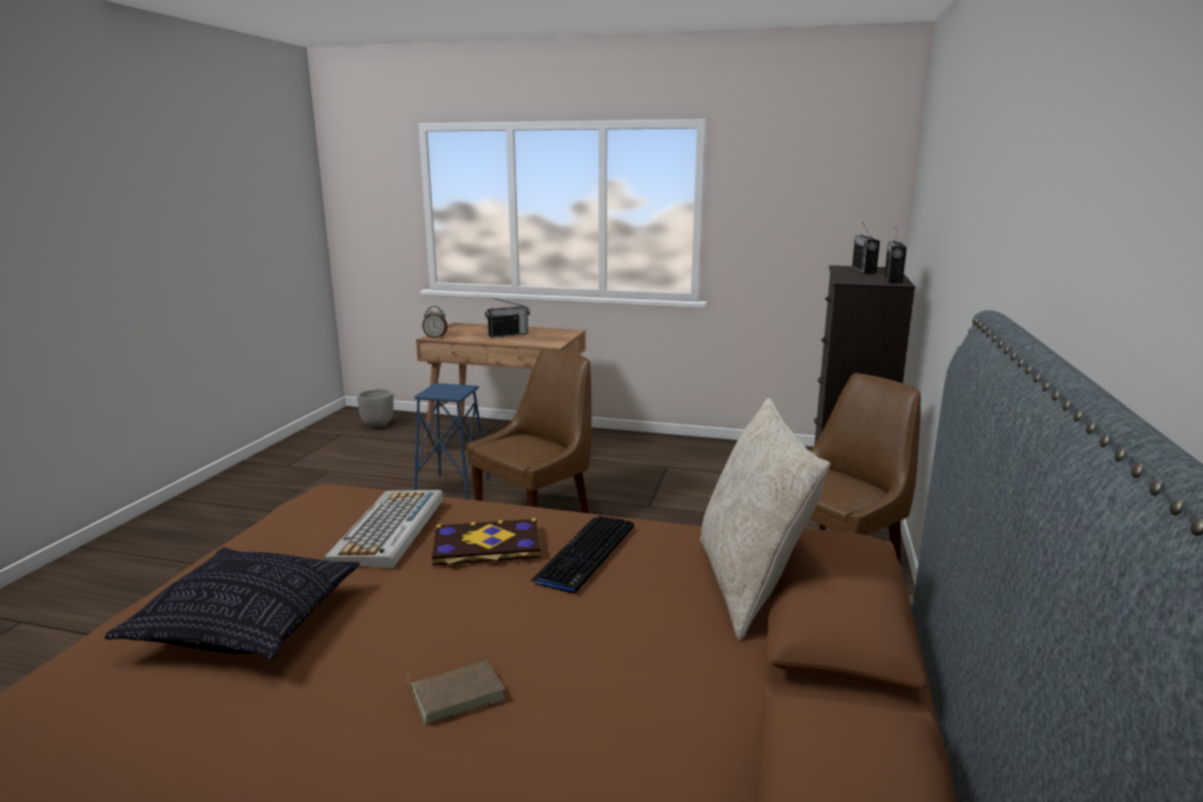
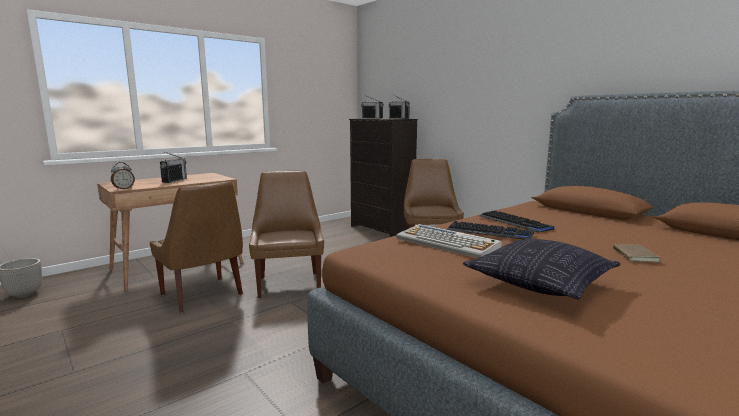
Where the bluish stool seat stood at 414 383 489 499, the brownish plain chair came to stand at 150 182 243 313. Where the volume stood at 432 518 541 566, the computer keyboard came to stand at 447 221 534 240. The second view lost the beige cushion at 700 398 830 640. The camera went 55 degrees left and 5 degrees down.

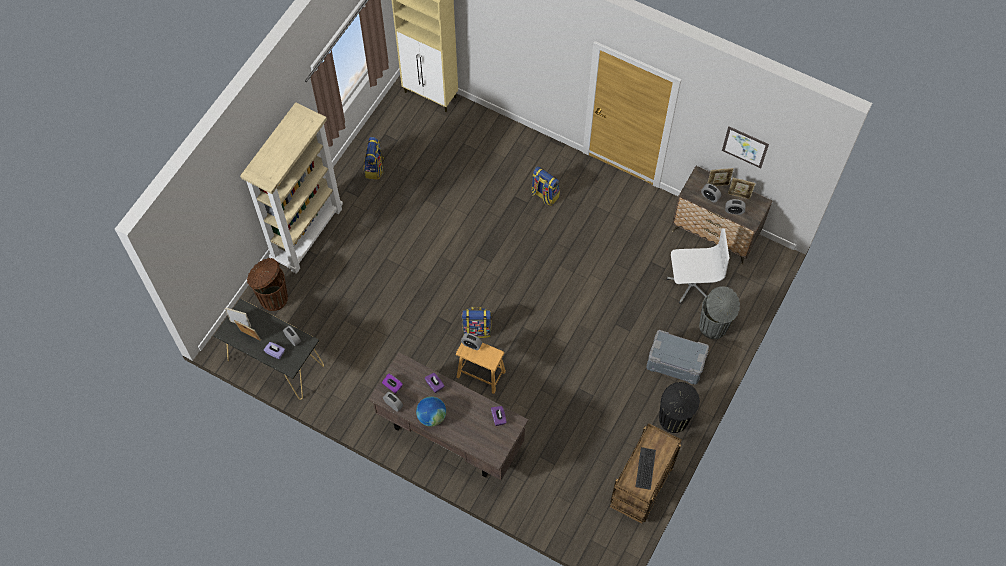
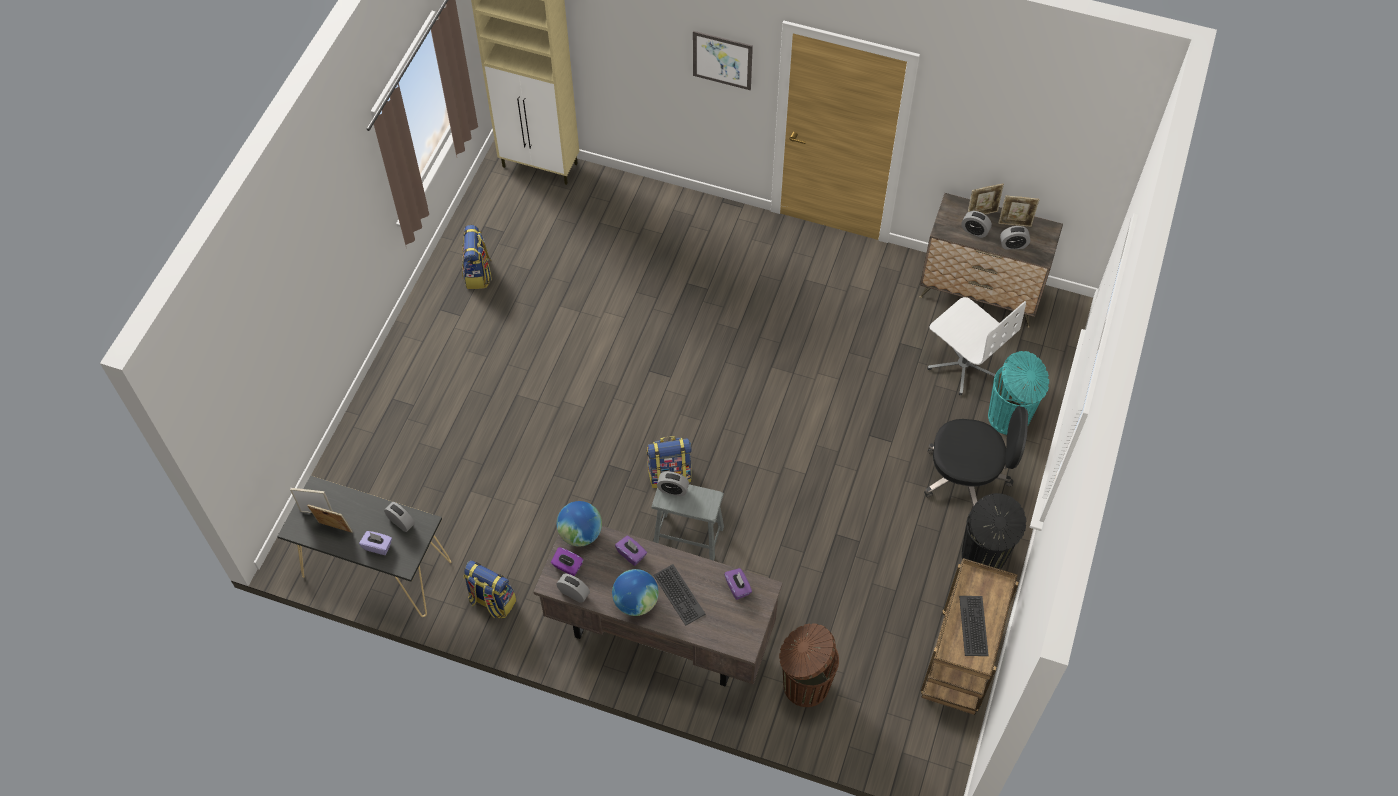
The second view lost the beige bookshelf at 240 102 343 274. The brownish rubbish bin ended up elsewhere, having gone from 247 258 288 311 to 779 623 839 707. What was the brownish stool seat at 456 342 506 394 turned into the grey stool seat at 652 484 724 561. The rucksack ended up elsewhere, having gone from 531 166 560 206 to 463 560 516 619. Where the grey storage bin stood at 646 330 709 384, the blackish desk chair came to stand at 924 406 1028 507. The white desk chair at 667 228 730 304 ended up facing another way, 60 degrees clockwise from before. What was the grey rubbish bin at 699 286 740 339 turned into the turquoise-coloured rubbish bin at 988 351 1049 435. The wall art ended up elsewhere, having gone from 722 126 769 168 to 693 31 753 90. The second view gained the desk globe at 557 501 602 547. The second view gained the computer keyboard at 653 564 706 626. The camera went 10 degrees left and 5 degrees down.

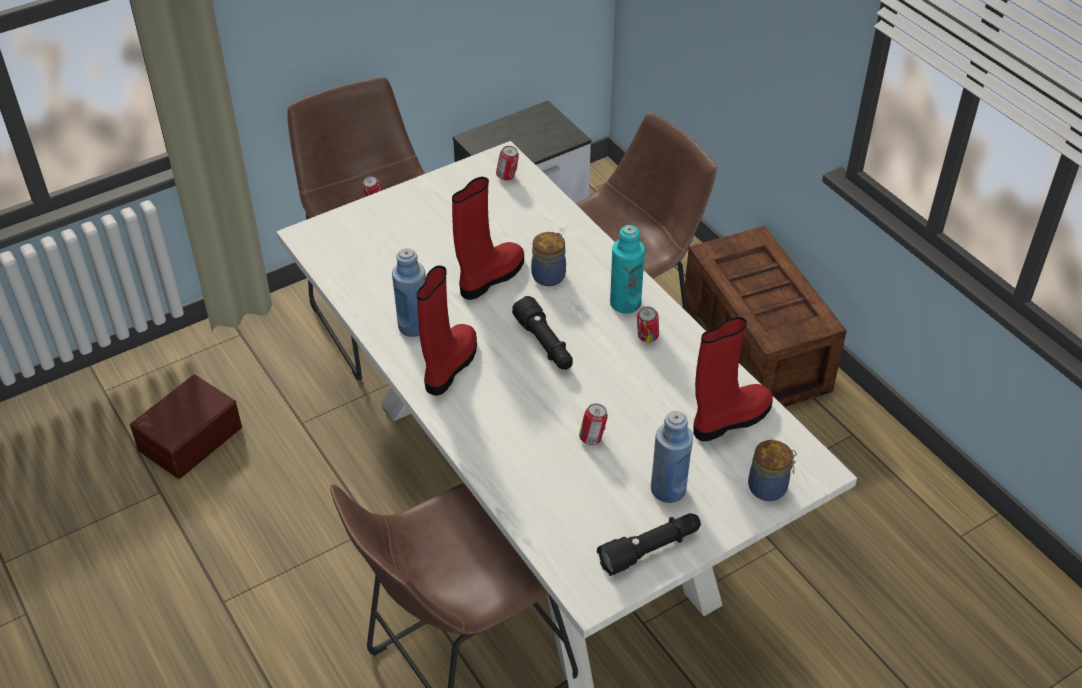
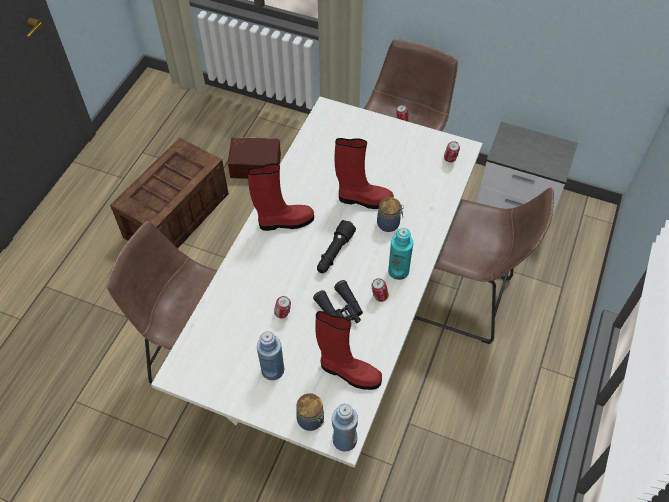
The bluish drink bottle ended up elsewhere, having gone from 392 248 426 337 to 332 404 358 452. The second view lost the blackish flashlight at 597 514 701 576. The crate ended up elsewhere, having gone from 682 226 847 407 to 110 138 229 249. The second view gained the blackish binoculars at 313 280 363 323. The camera went 55 degrees right and 10 degrees up.

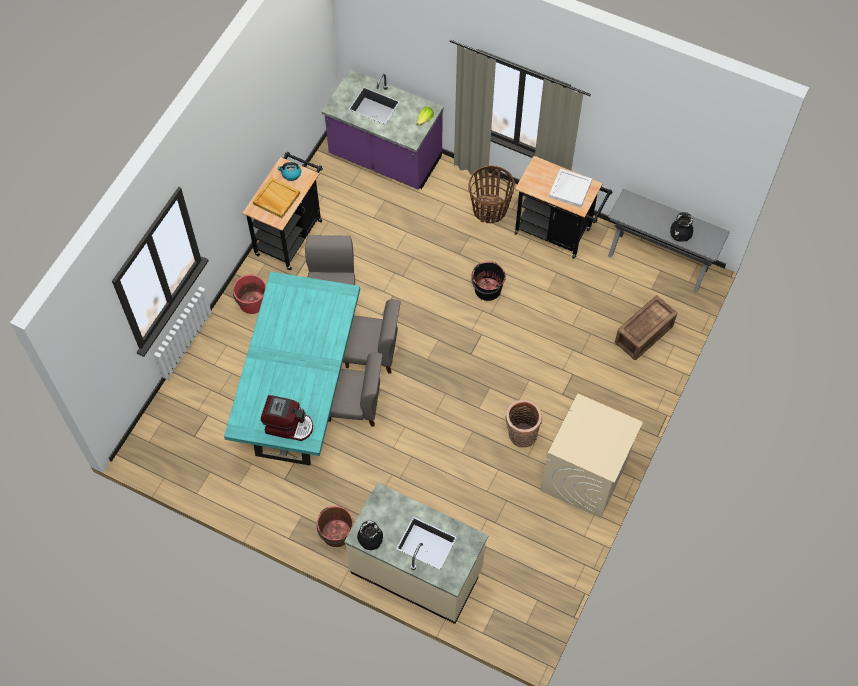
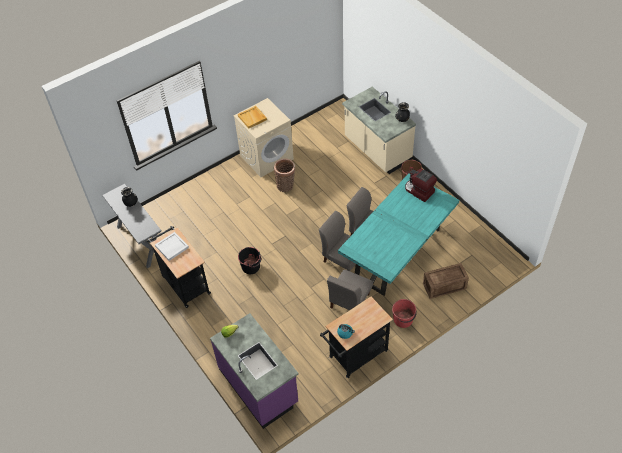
The beige carrying tray ended up elsewhere, having gone from 253 177 300 218 to 238 106 267 129. The second view lost the household basket at 468 165 515 223. The crate ended up elsewhere, having gone from 615 295 677 360 to 423 263 469 299. The camera went 150 degrees left and 10 degrees down.

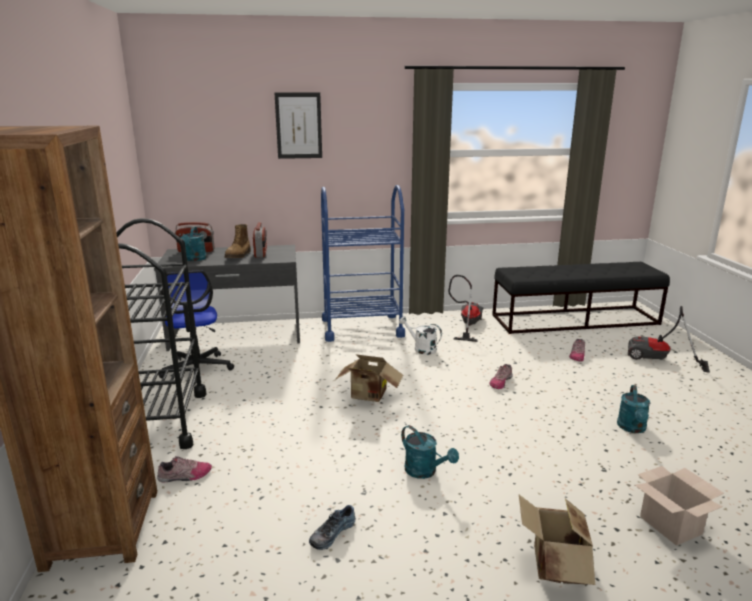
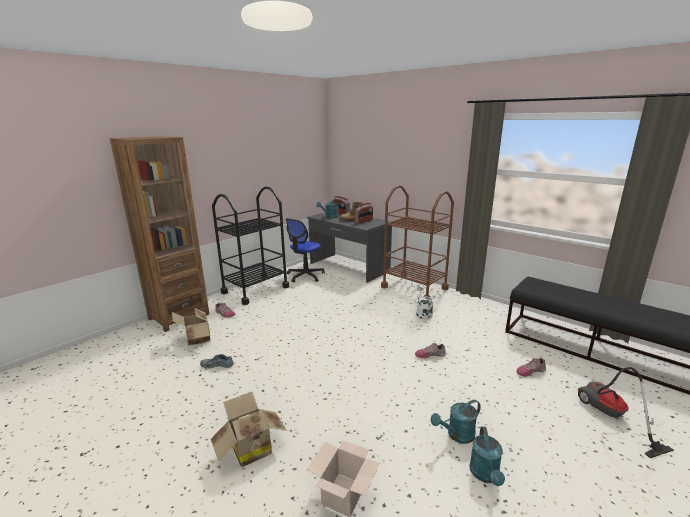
The second view lost the wall art at 275 93 322 159. What was the bluish trolley at 321 185 405 342 turned into the brownish trolley at 381 185 454 297. The packing box ended up elsewhere, having gone from 335 354 403 402 to 172 308 210 345. The turquoise-coloured sprinkling can ended up elsewhere, having gone from 401 425 459 479 to 469 426 505 486. The second view lost the vacuum at 448 275 483 342. The camera went 50 degrees right and 0 degrees up.

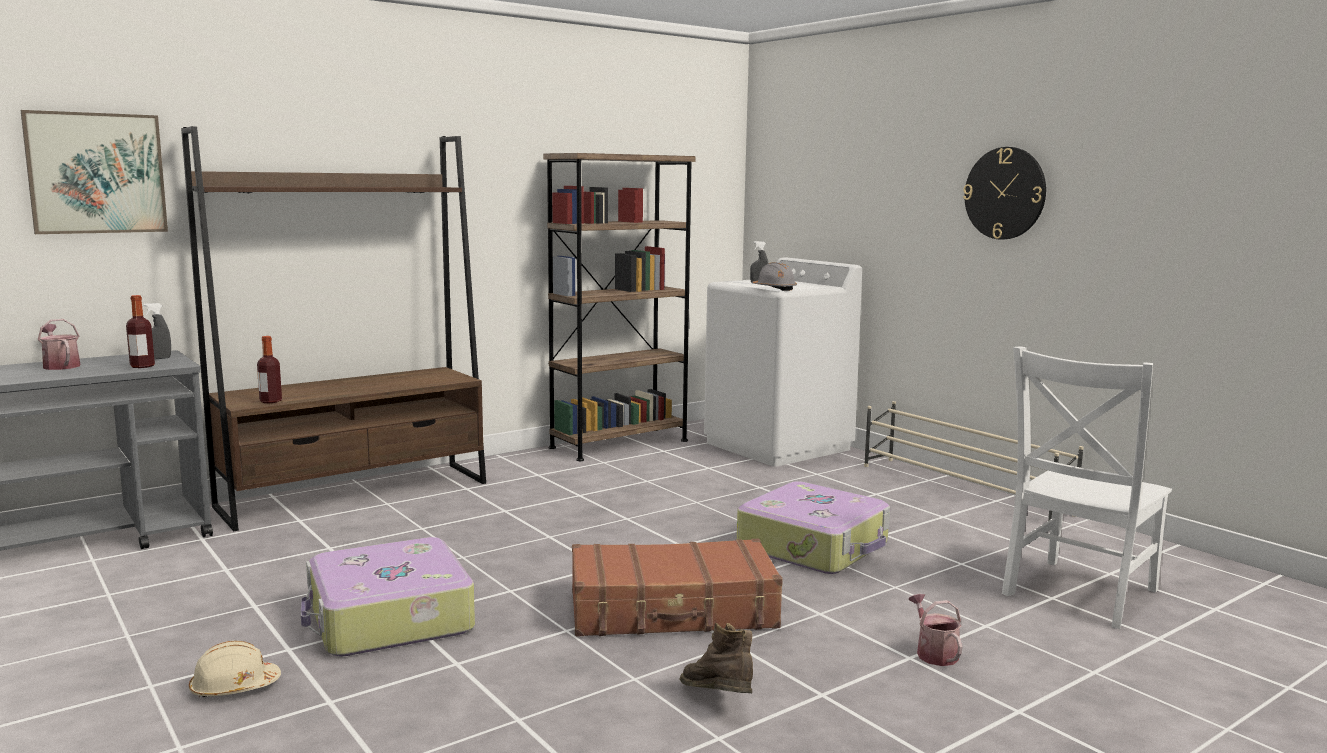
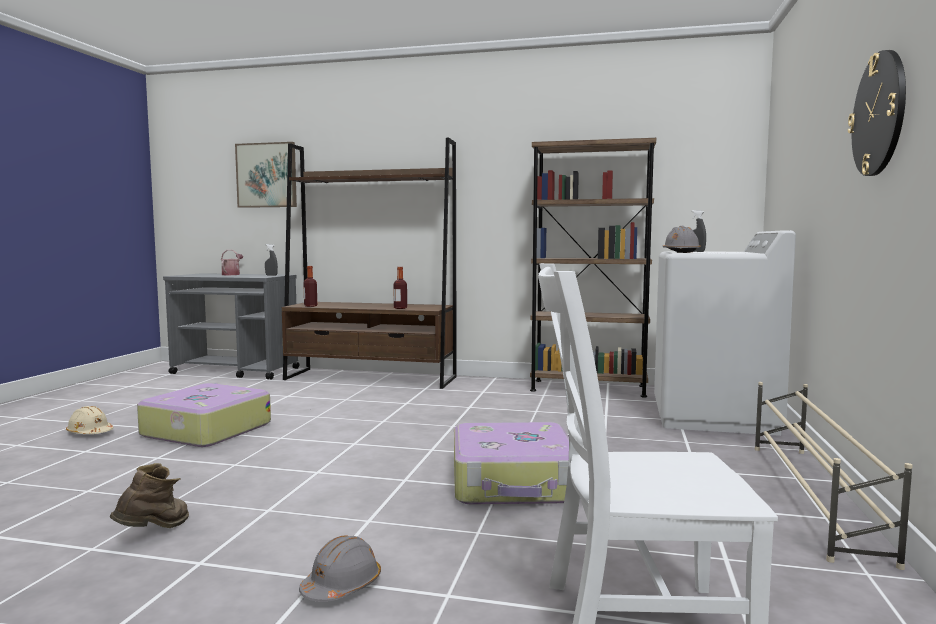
The drink bottle ended up elsewhere, having gone from 126 295 155 368 to 394 267 407 309. The second view lost the brownish travel case at 572 539 783 637. Where the sprinkling can stood at 909 594 962 666, the grey hard hat came to stand at 299 535 381 602. The camera went 50 degrees right and 5 degrees down.

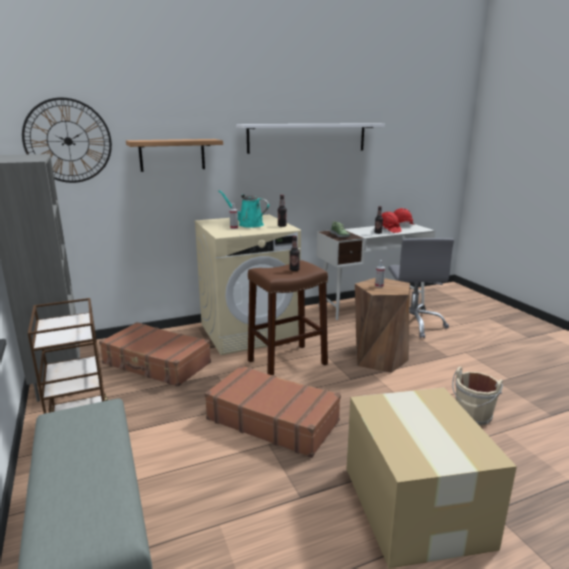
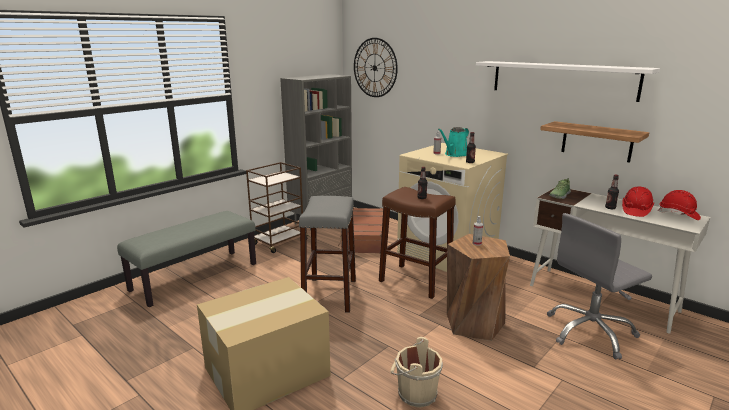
The bracket shelf ended up elsewhere, having gone from 126 139 223 172 to 540 121 649 162. Where the brownish travel case stood at 205 365 341 458, the grey stool seat came to stand at 299 196 356 313. The turquoise-coloured sprinkling can at 218 190 269 228 ended up facing another way, 135 degrees counterclockwise from before. The camera went 65 degrees right and 0 degrees up.

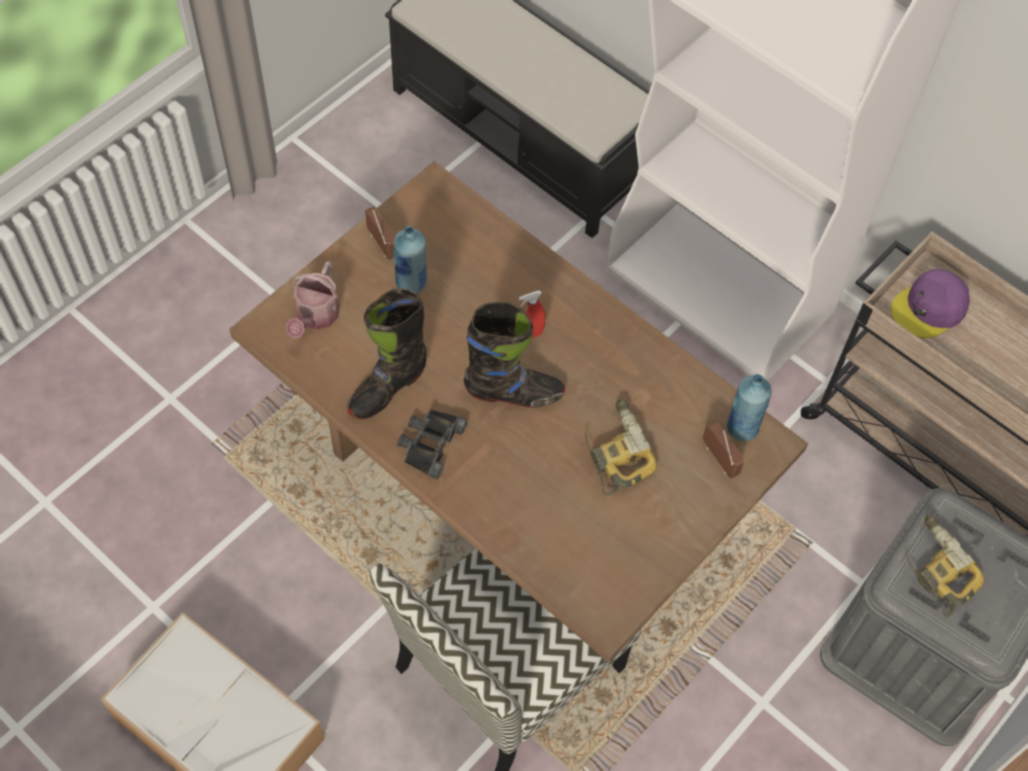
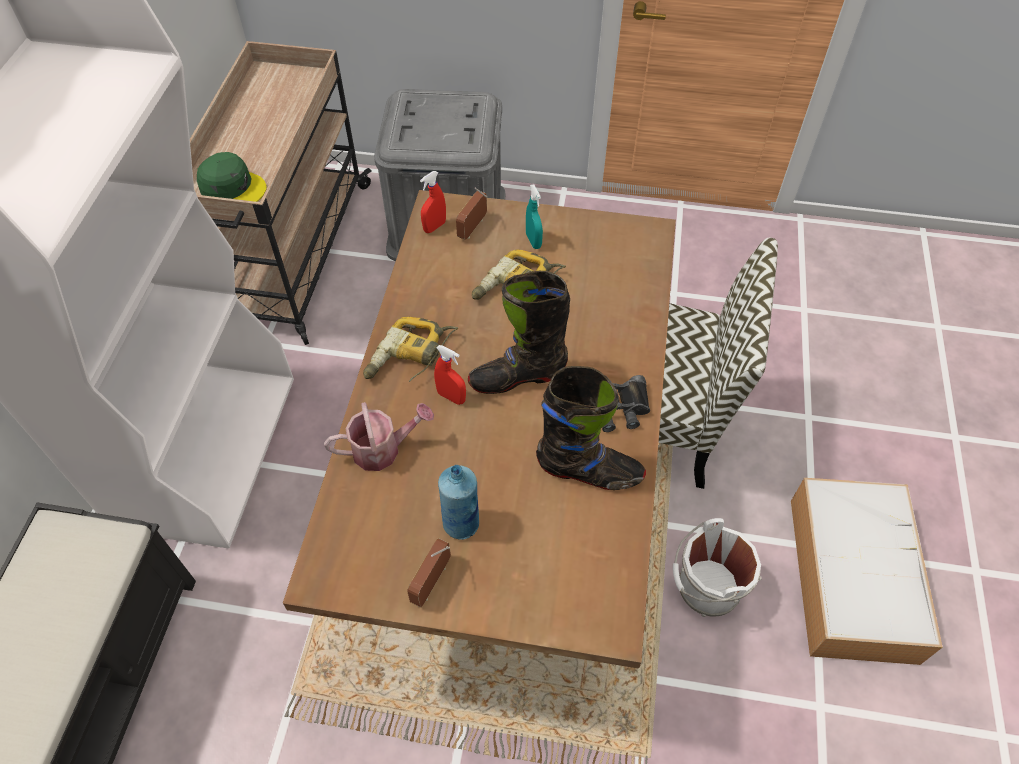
The sprinkling can ended up elsewhere, having gone from 286 261 339 338 to 324 402 434 471. The blackish high-top boot at 463 302 565 408 ended up facing another way, 75 degrees counterclockwise from before. Where the bluish drink bottle stood at 727 374 772 441, the red spray bottle came to stand at 420 171 446 233. What was the purple-coloured cap at 891 269 970 338 turned into the green-coloured cap at 197 152 267 202. The electric drill ended up elsewhere, having gone from 903 515 984 618 to 363 317 458 382. The second view gained the turquoise-coloured spray bottle at 526 184 543 249. The second view gained the white pail at 673 518 762 617. The camera went 120 degrees left and 5 degrees down.

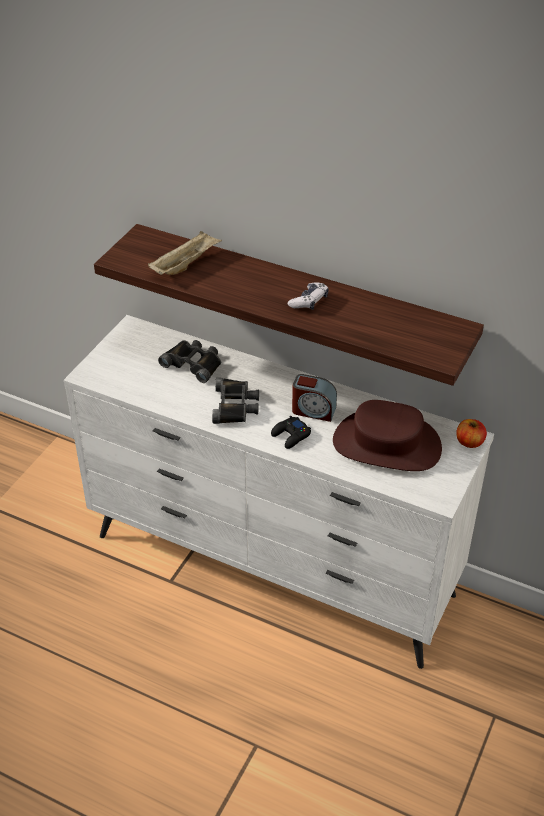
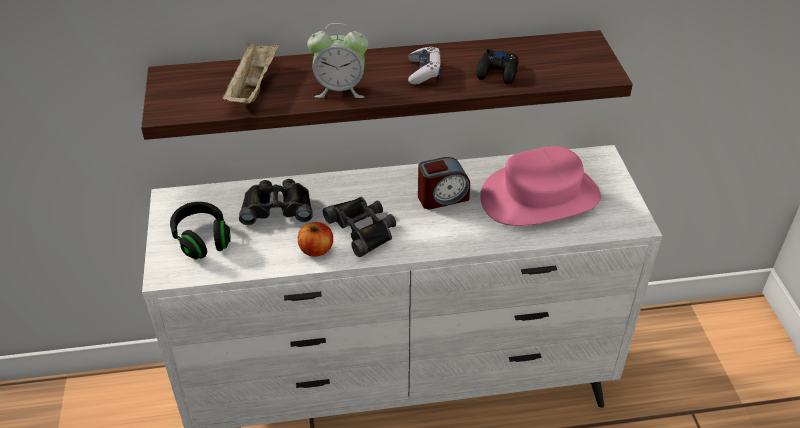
The blackish gamepad ended up elsewhere, having gone from 271 416 311 449 to 476 49 519 84. What was the brownish clothing hat at 333 400 442 471 turned into the pinkish clothing hat at 480 146 601 226. The apple ended up elsewhere, having gone from 456 419 487 448 to 298 222 333 257. The second view gained the blackish headset at 170 202 231 259. The second view gained the alarm clock at 307 23 368 98. The camera went 35 degrees left and 0 degrees up.

